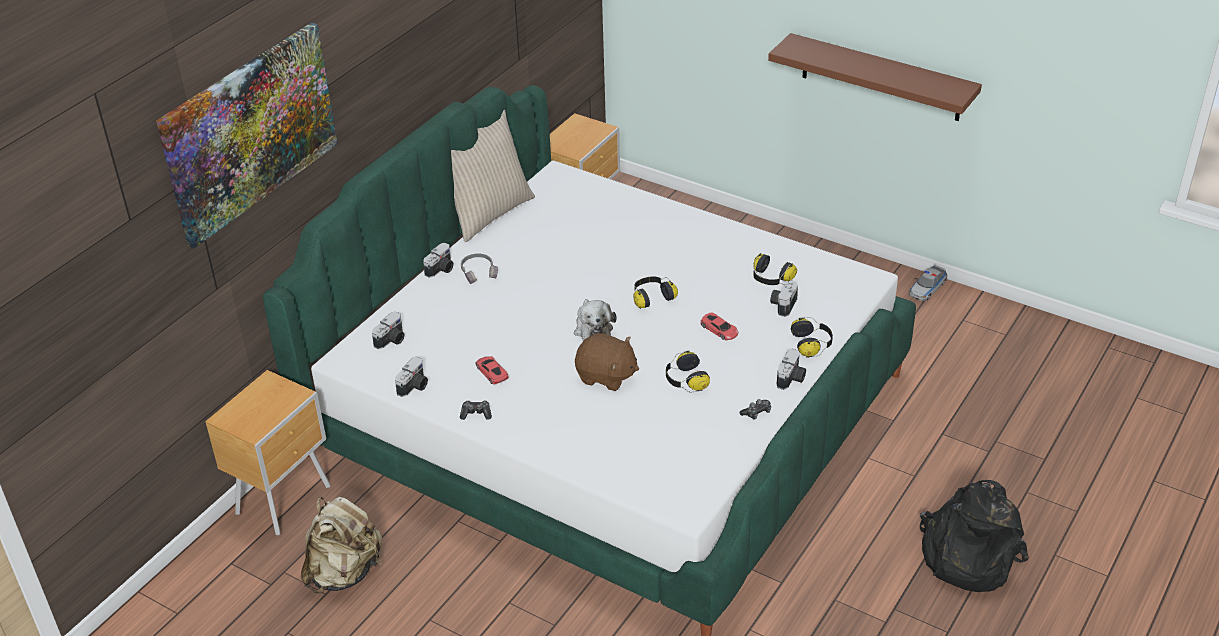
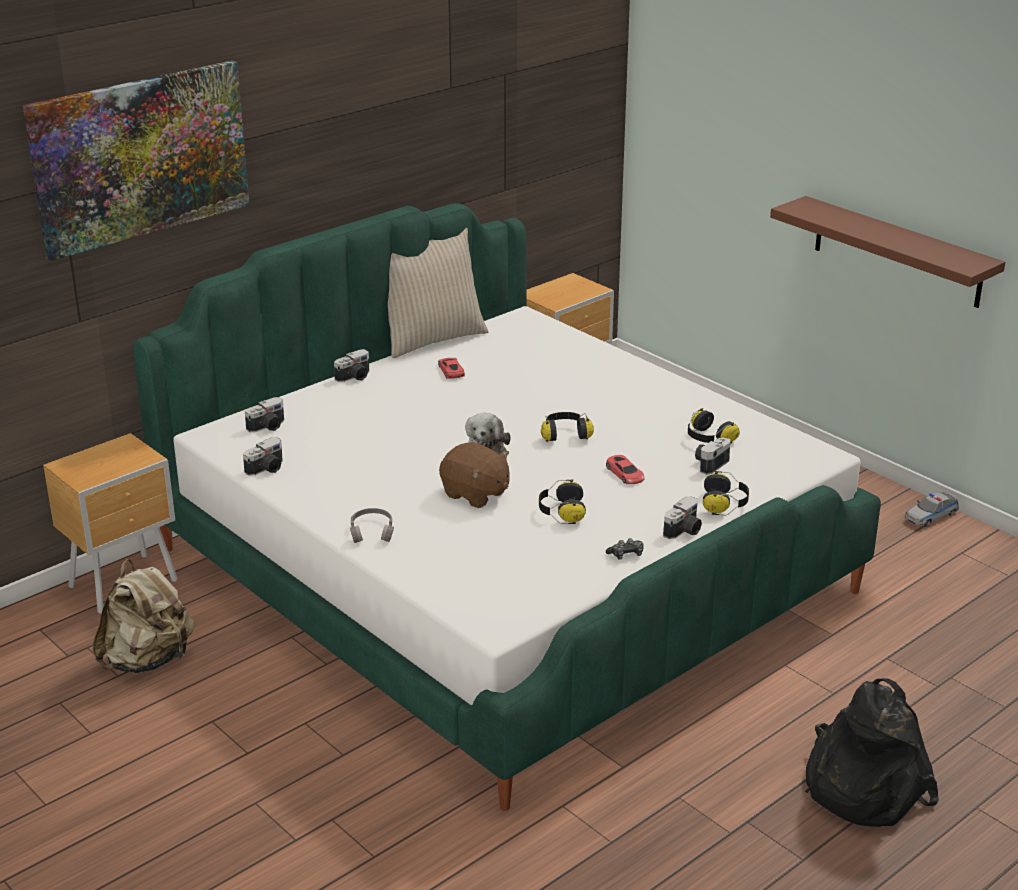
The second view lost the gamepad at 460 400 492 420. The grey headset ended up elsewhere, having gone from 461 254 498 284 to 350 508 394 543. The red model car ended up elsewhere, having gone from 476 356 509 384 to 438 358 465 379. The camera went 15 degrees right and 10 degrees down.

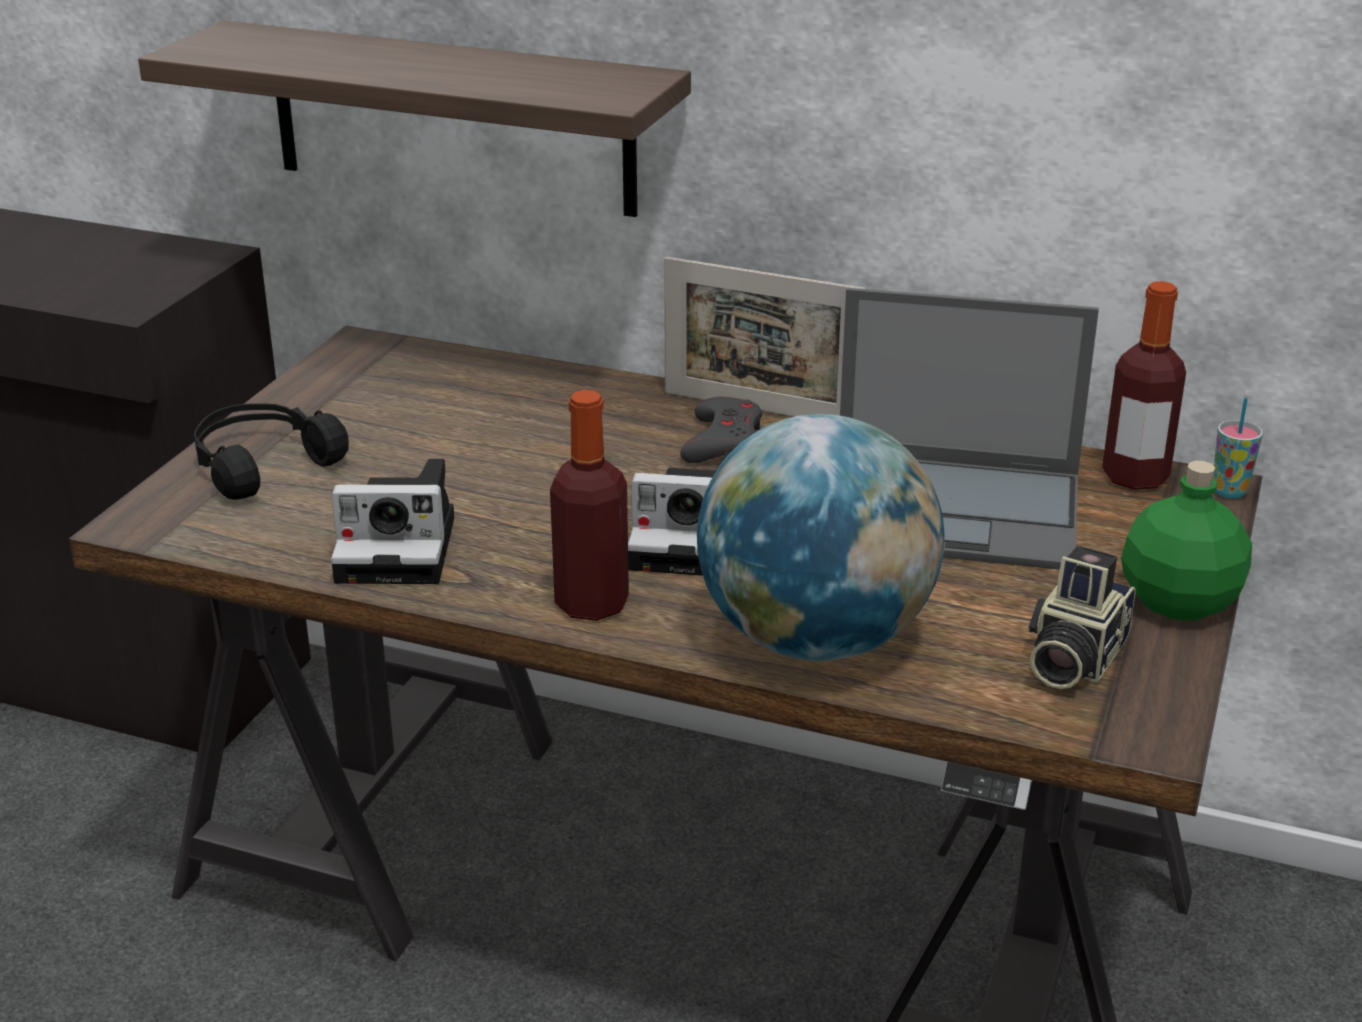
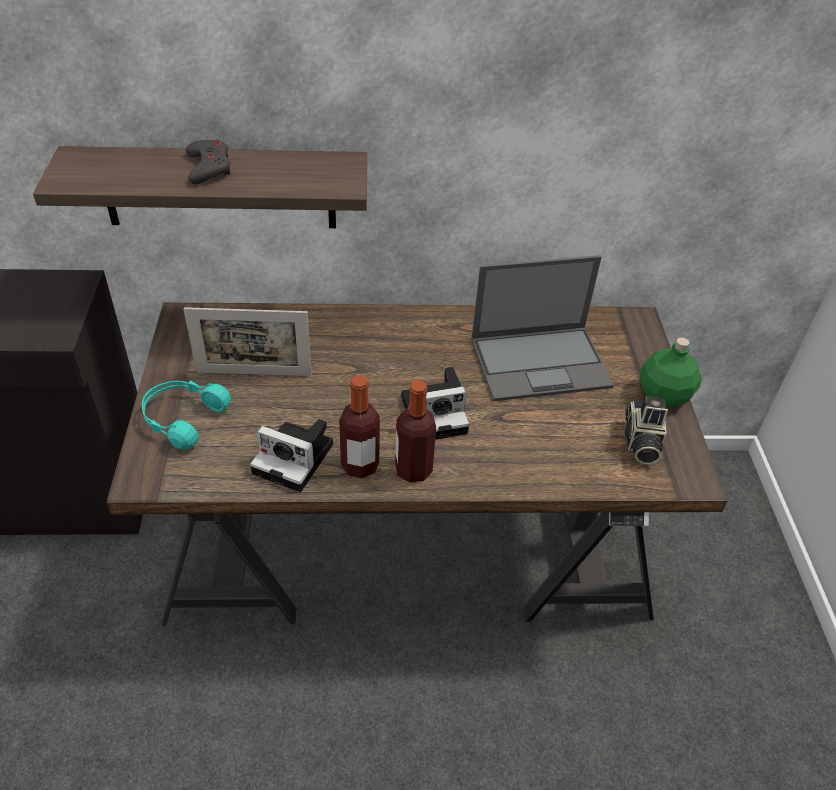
What was the blackish headset at 194 403 349 500 turned into the turquoise-coloured headset at 142 380 231 450. The photo camera at 331 458 454 584 ended up facing another way, 45 degrees clockwise from before. The standing frame ended up elsewhere, having gone from 664 257 865 417 to 184 307 312 376. The grey gamepad ended up elsewhere, having gone from 680 397 762 463 to 186 140 231 184. The second view lost the desk globe at 697 414 944 661. The drink bottle ended up elsewhere, having gone from 1102 281 1186 490 to 339 375 380 479. The second view lost the small cup at 1213 398 1263 499. The camera went 25 degrees left and 15 degrees up.

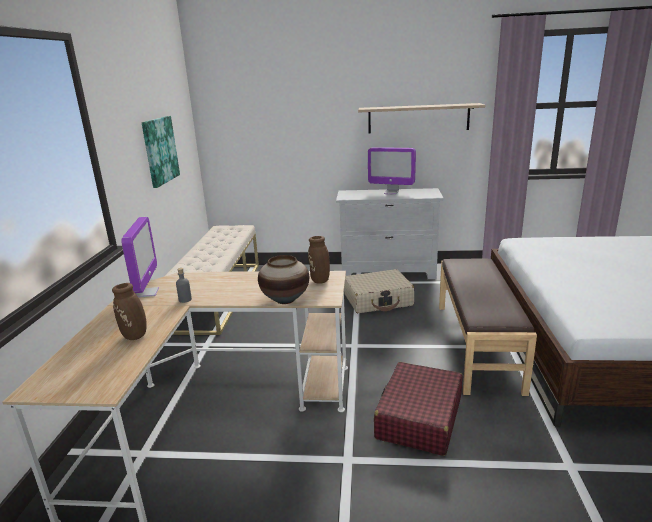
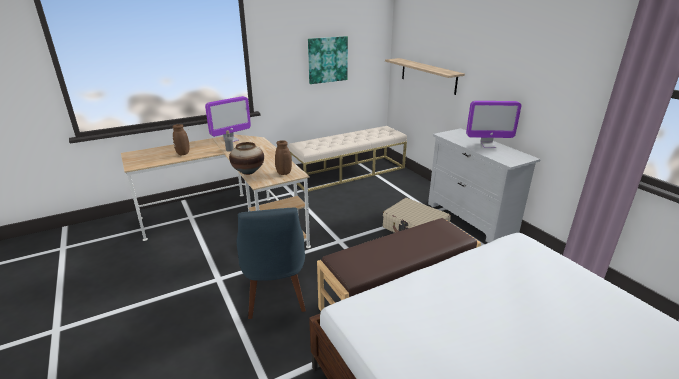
The bracket shelf ended up elsewhere, having gone from 358 103 485 133 to 385 58 465 95. The monitor at 368 147 416 195 ended up facing another way, 75 degrees counterclockwise from before. Where the red travel case stood at 374 362 462 456, the bluish plain chair came to stand at 237 207 306 319. The camera went 55 degrees right and 5 degrees up.

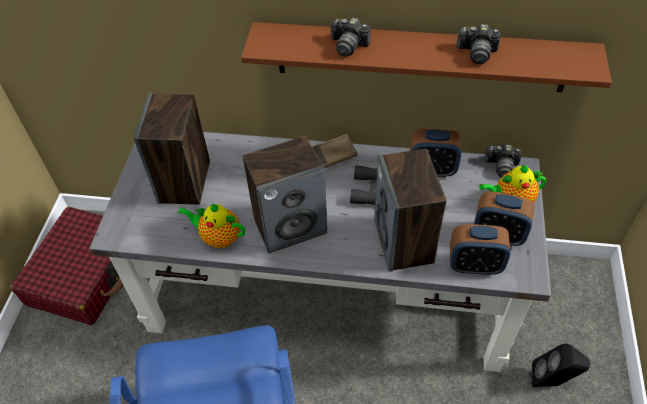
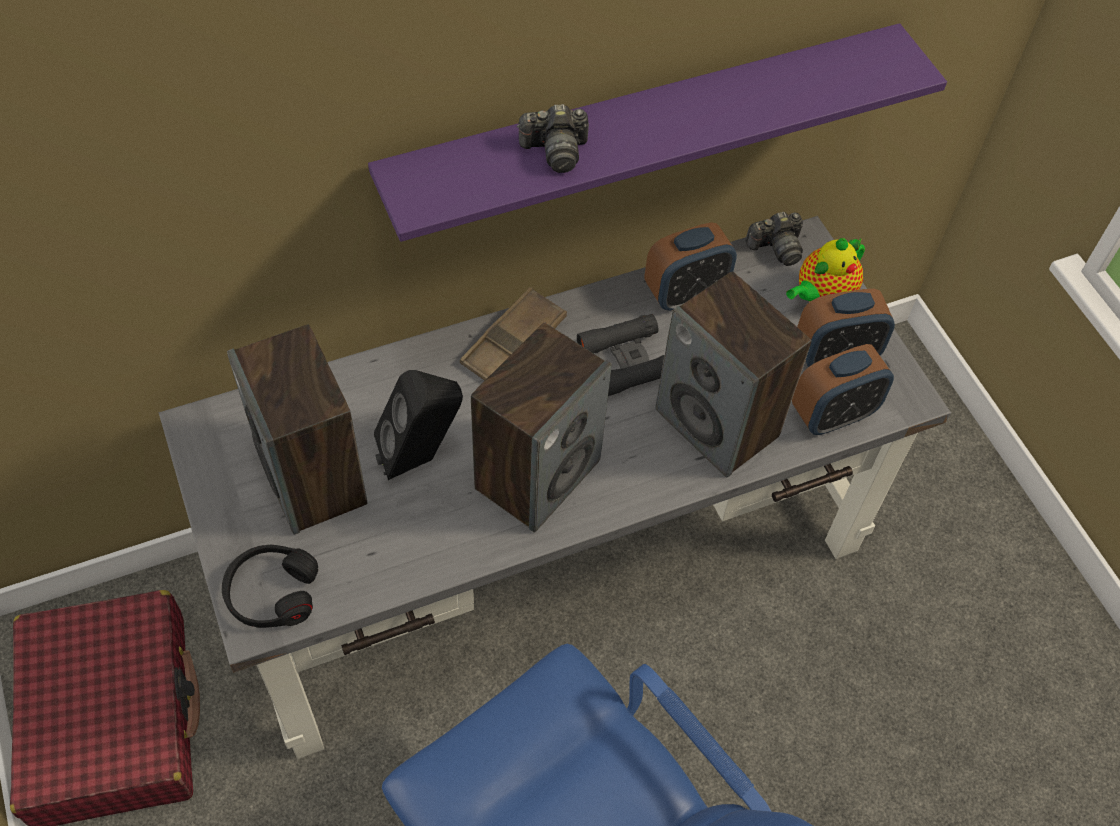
The second view lost the pot for tea at 178 203 245 248. What was the brownish bracket shelf at 241 22 612 92 turned into the purple-coloured bracket shelf at 368 23 947 242. The second view lost the photo camera at 457 24 500 64. The blackish speaker ended up elsewhere, having gone from 530 344 590 387 to 374 370 463 480. The second view gained the blackish headset at 222 545 318 628. The camera went 35 degrees left and 5 degrees up.

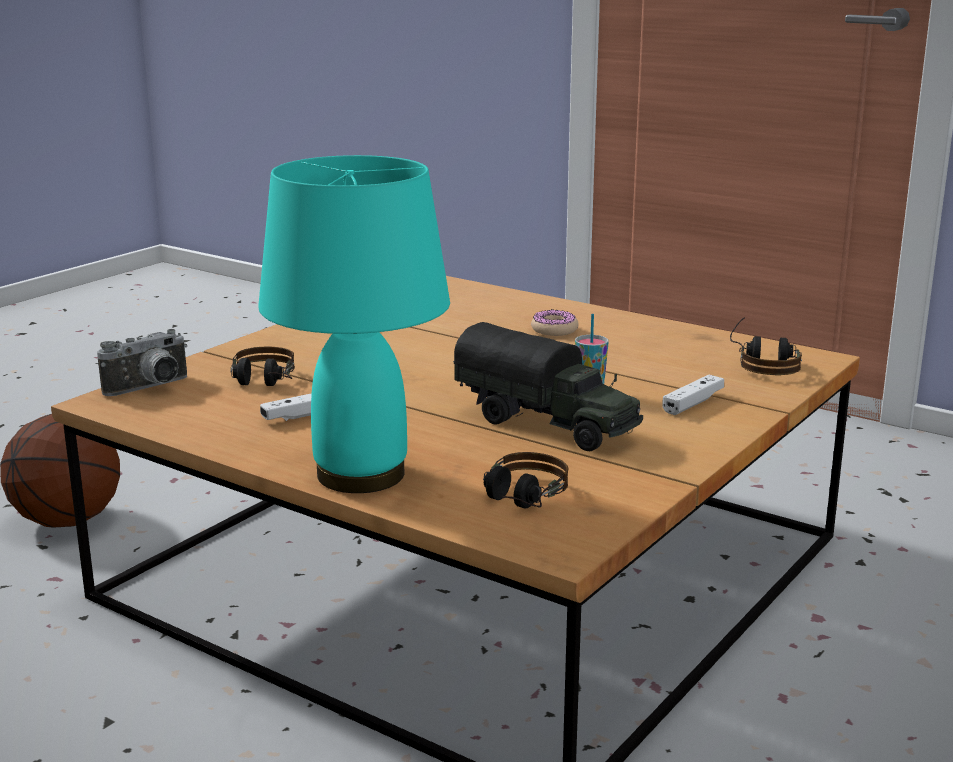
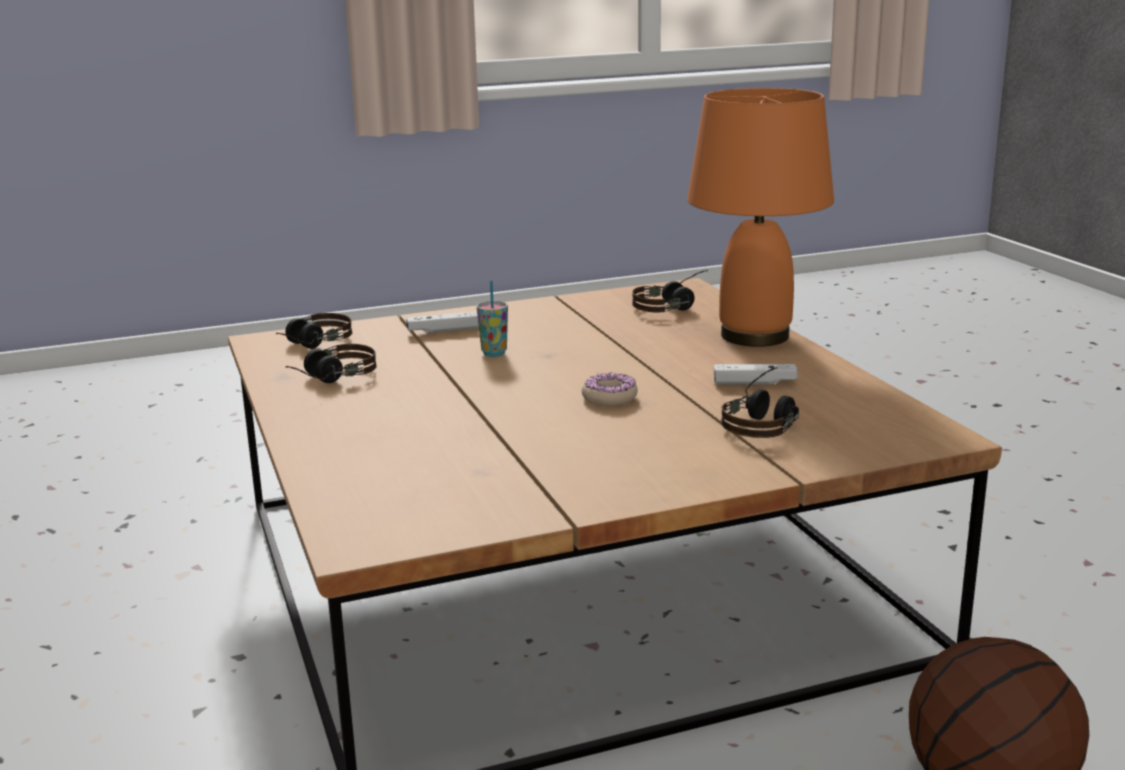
The second view lost the photo camera at 97 329 187 396. What was the turquoise-coloured tabletop lamp at 258 155 450 493 turned into the orange tabletop lamp at 687 88 834 347. The second view lost the toy truck at 453 322 643 451. The donut ended up elsewhere, having gone from 531 310 579 336 to 582 373 638 406. The second view gained the headset at 286 344 377 383. The camera went 145 degrees left and 0 degrees up.

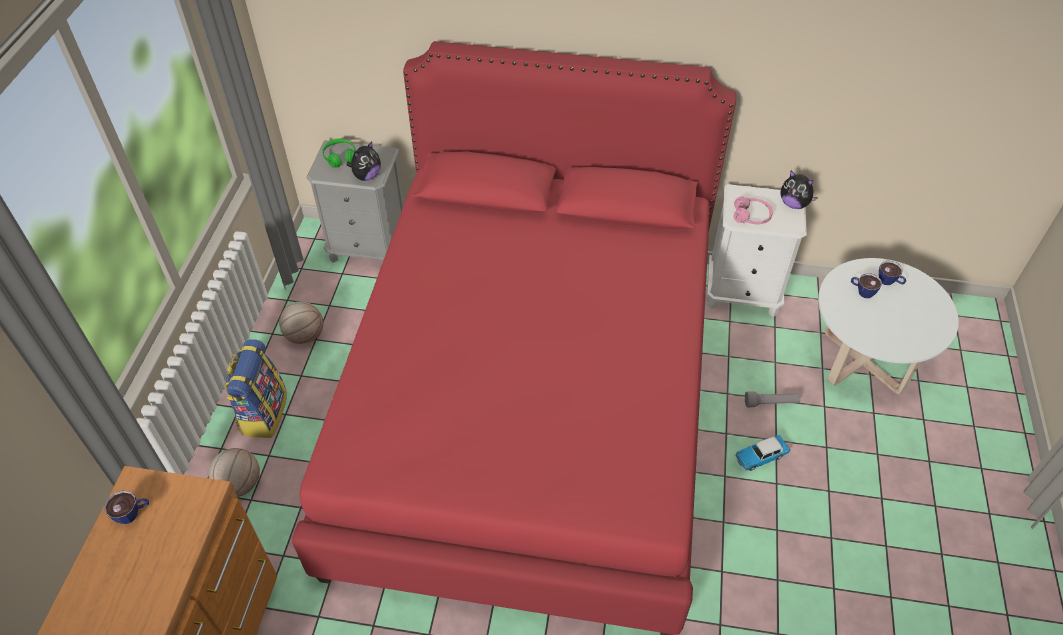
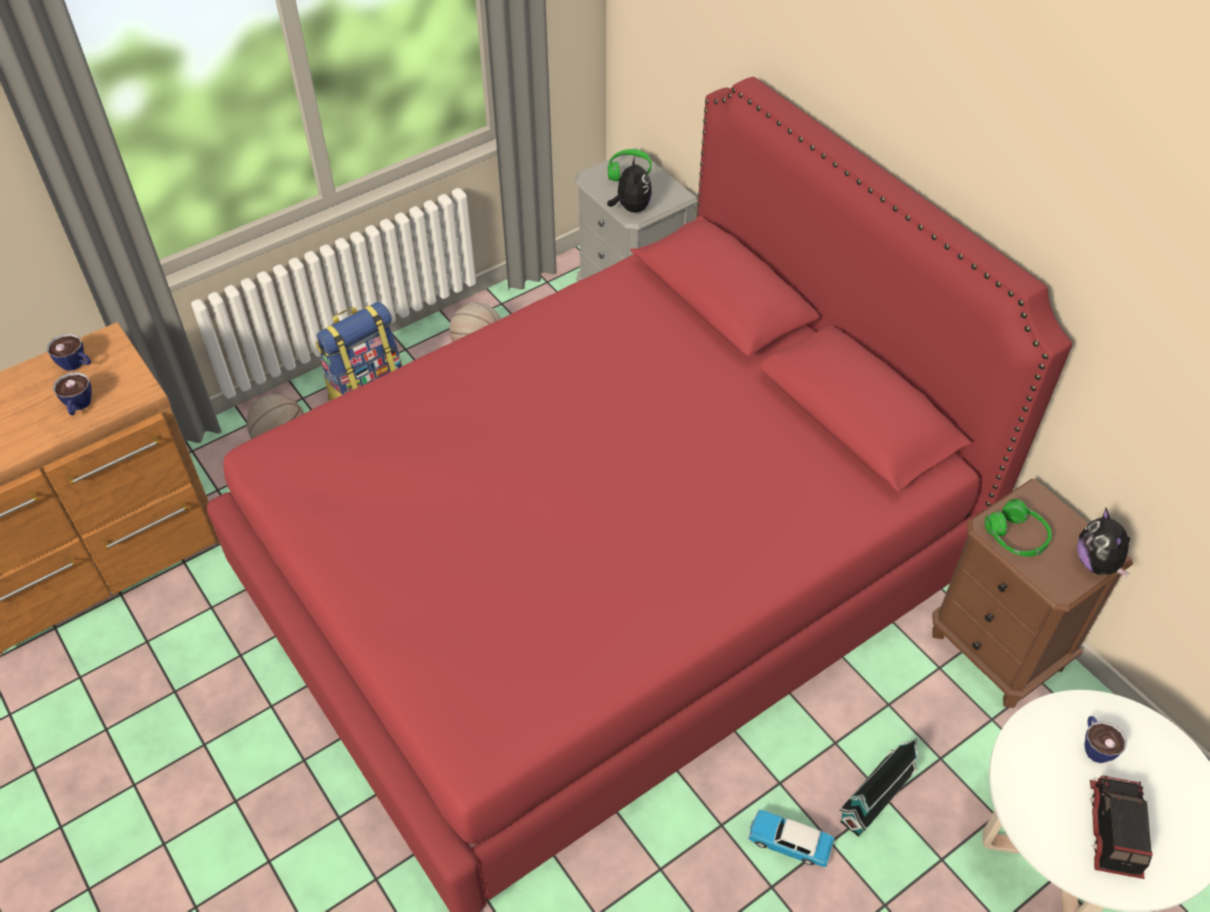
The cuddly toy at 347 141 381 181 ended up facing another way, 90 degrees counterclockwise from before. What was the white nightstand at 707 184 807 317 turned into the brownish nightstand at 932 479 1133 708. What was the pinkish headset at 734 196 773 224 turned into the green-coloured headset at 985 499 1052 557. Where the grey flashlight stood at 745 391 800 407, the toy house came to stand at 839 738 919 837. The small cup ended up elsewhere, having gone from 879 261 906 285 to 53 372 92 415. The second view gained the toy truck at 1089 776 1153 879. The camera went 45 degrees right and 0 degrees up.

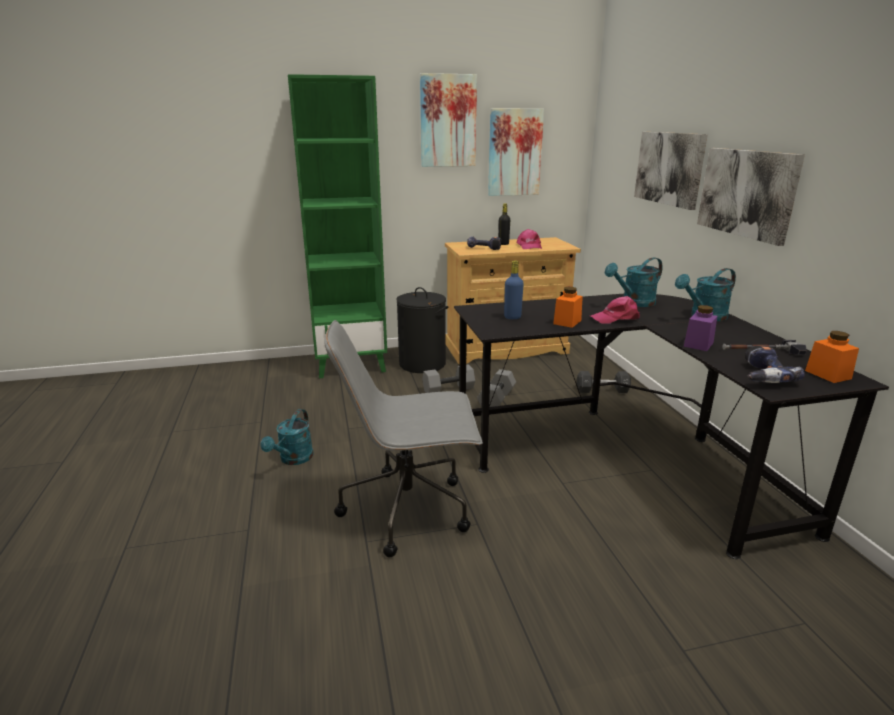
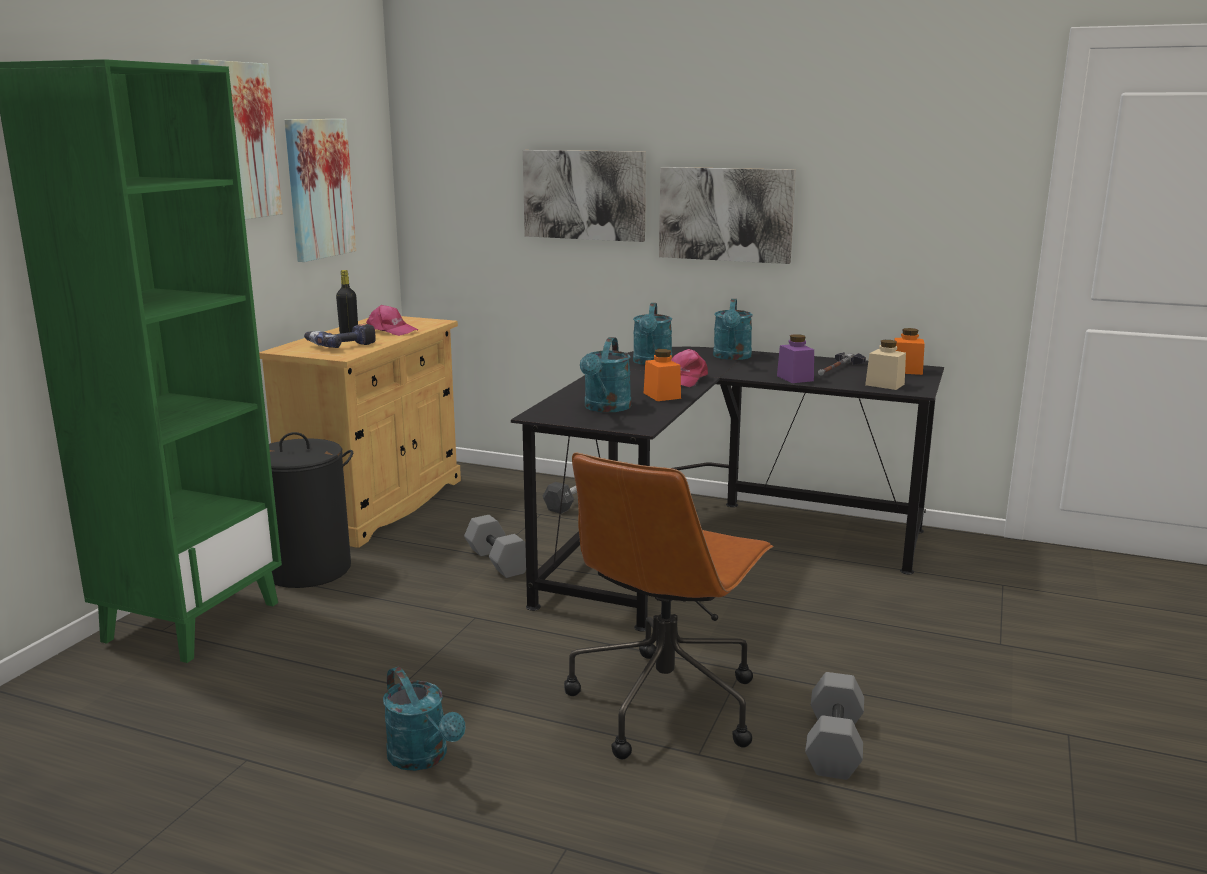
What was the grey desk chair at 324 320 483 557 turned into the brownish desk chair at 564 453 773 759. The grey dumbbell ended up elsewhere, having gone from 422 364 475 393 to 805 672 864 780. Where the bluish drink bottle stood at 504 260 524 319, the turquoise-coloured sprinkling can came to stand at 580 337 631 413. Where the electric drill stood at 745 346 805 383, the beige jar came to stand at 865 340 906 390. The camera went 55 degrees left and 5 degrees down.

